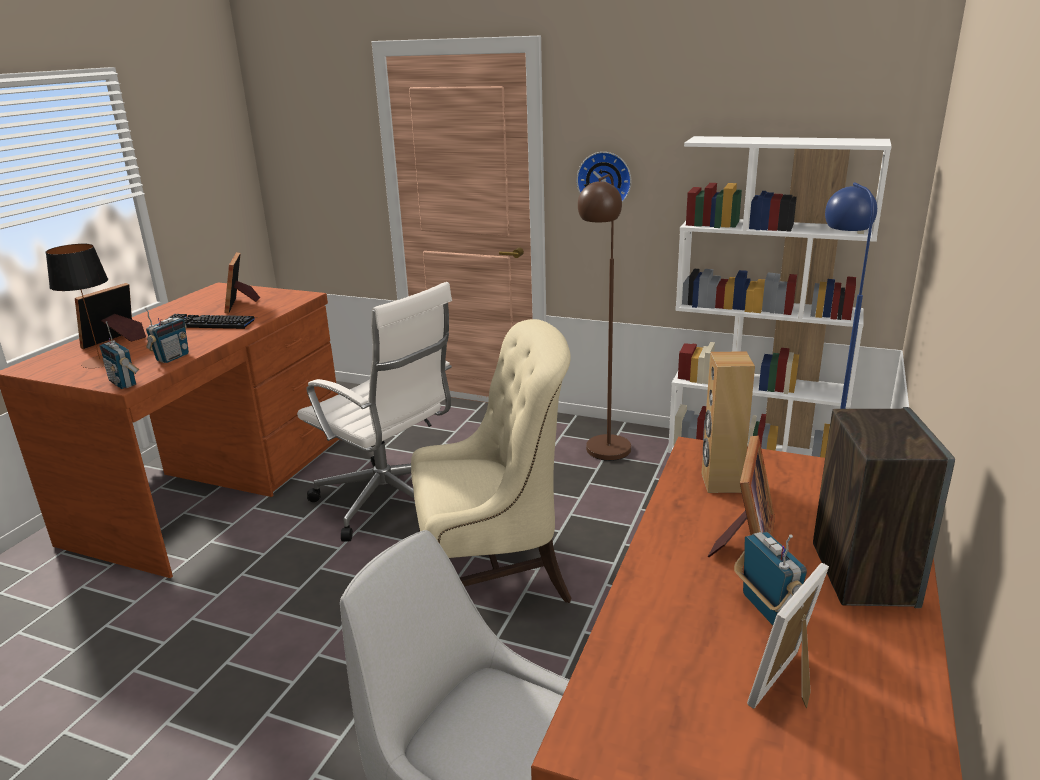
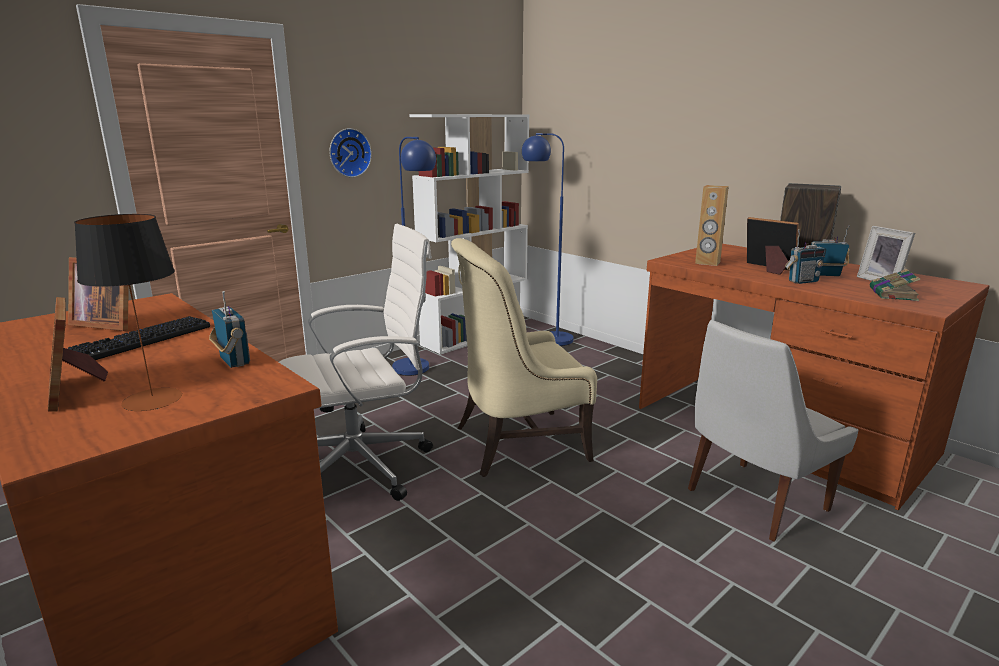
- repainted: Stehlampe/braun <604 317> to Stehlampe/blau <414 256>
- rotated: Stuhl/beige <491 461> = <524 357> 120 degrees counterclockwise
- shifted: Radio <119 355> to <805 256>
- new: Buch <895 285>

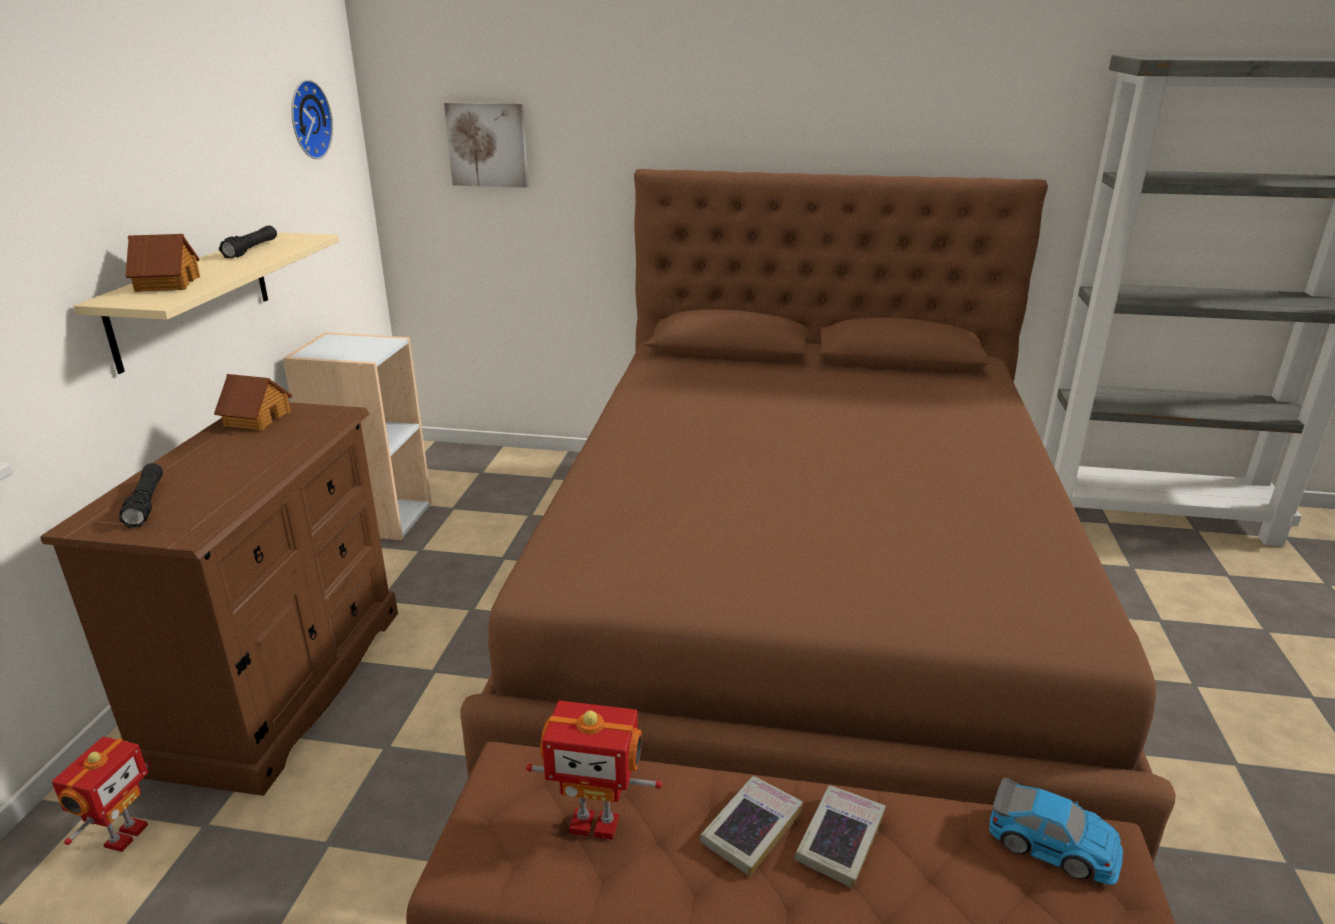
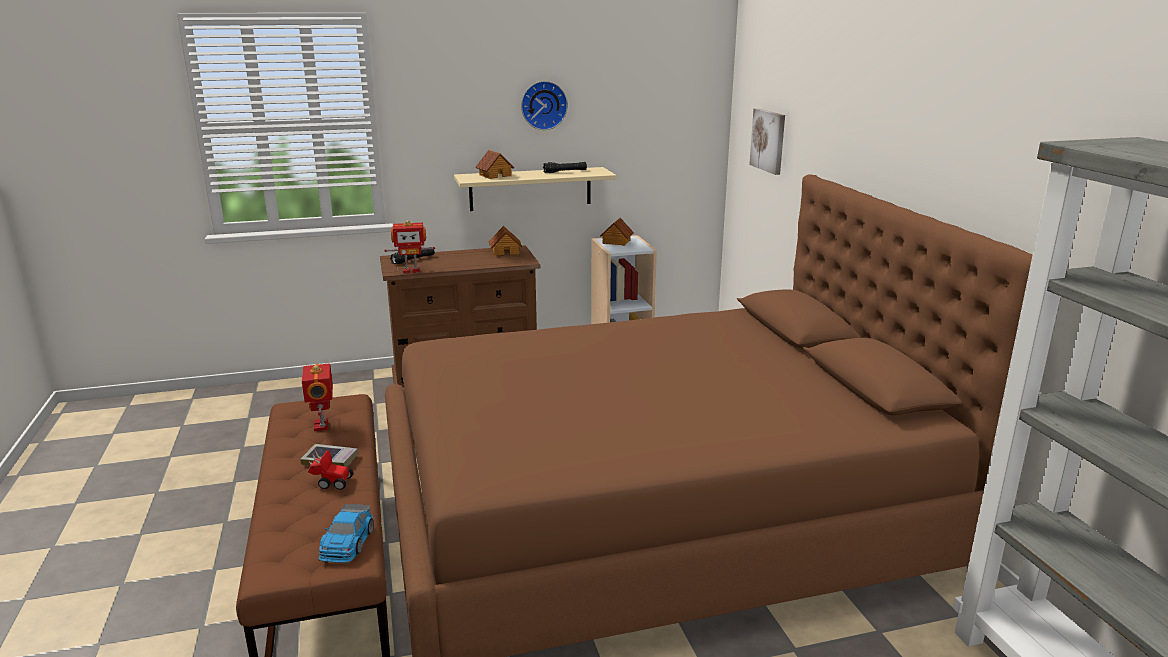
- shifted: Wanduhr <312 119> to <544 105>
- shifted: Spielzeugroboter <101 794> to <409 246>
- swapped: Buch <840 837> to Spielzeugauto <330 470>
- new: Spielzeughaus <617 231>

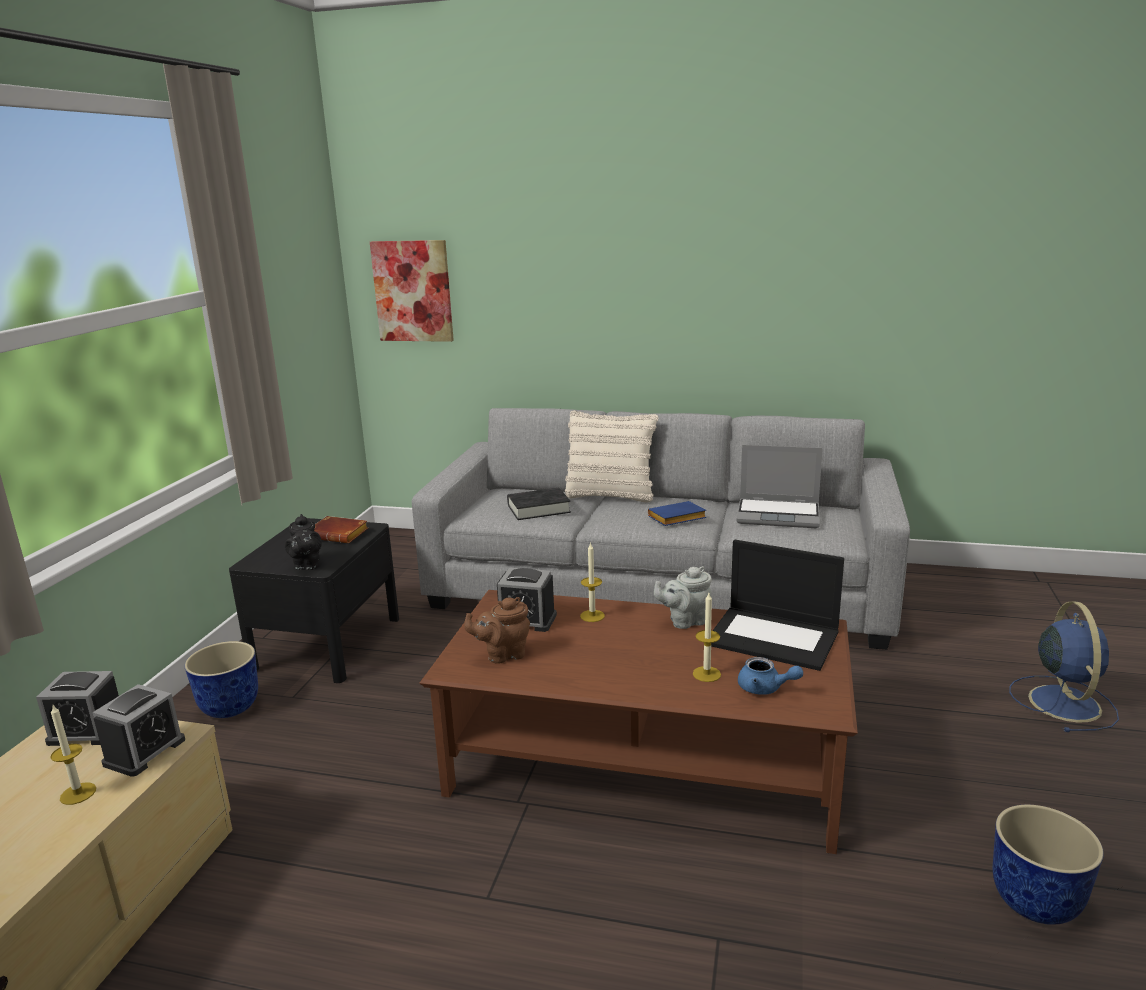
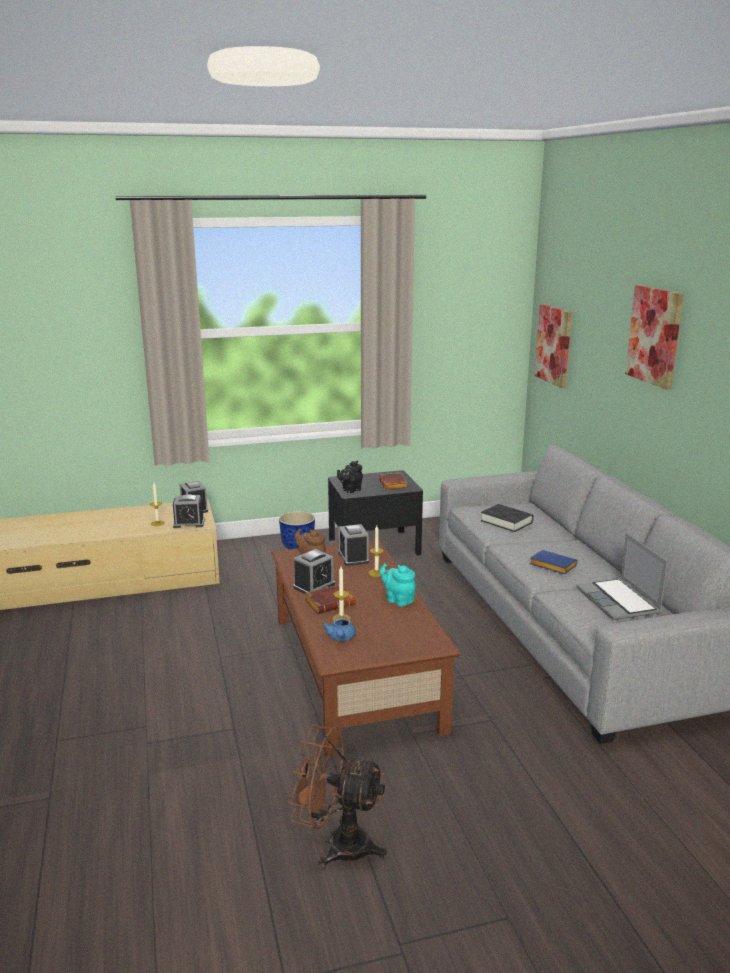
- gone: Kissen/beige <611 456>
- gone: Laptop <777 605>
- repainted: Teekanne/grau <683 597> to Teekanne/türkis <397 584>
- gone: Ventilator/blau <1064 666>
- swapped: Pflanzkübel <1048 865> to Ventilator/braun <337 797>
- new: Bild <654 337>
- new: Wecker <314 571>
- new: Buch/braun <330 599>

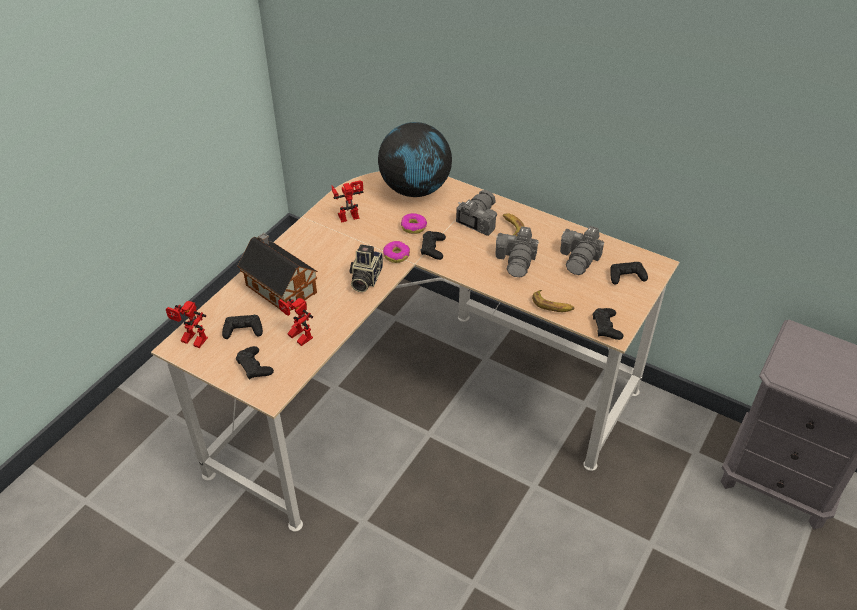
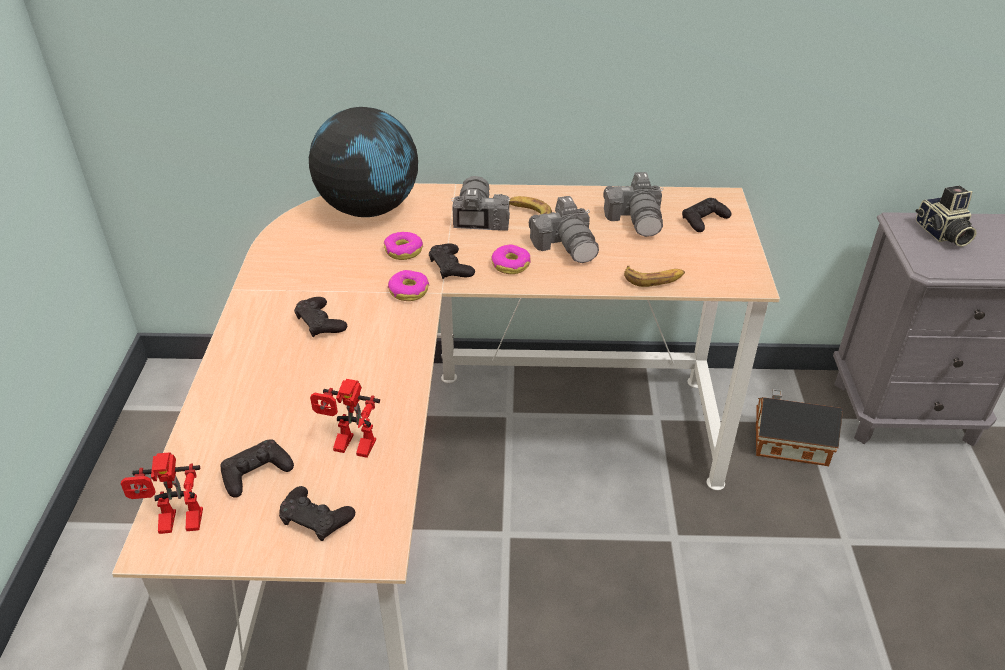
- gone: Spielzeugroboter <348 201>
- shifted: Spielzeughaus <278 272> to <799 427>
- shifted: Kamera <366 268> to <946 216>
- shifted: Gamepad/schwarz <608 324> to <320 317>
- new: Donut <511 259>

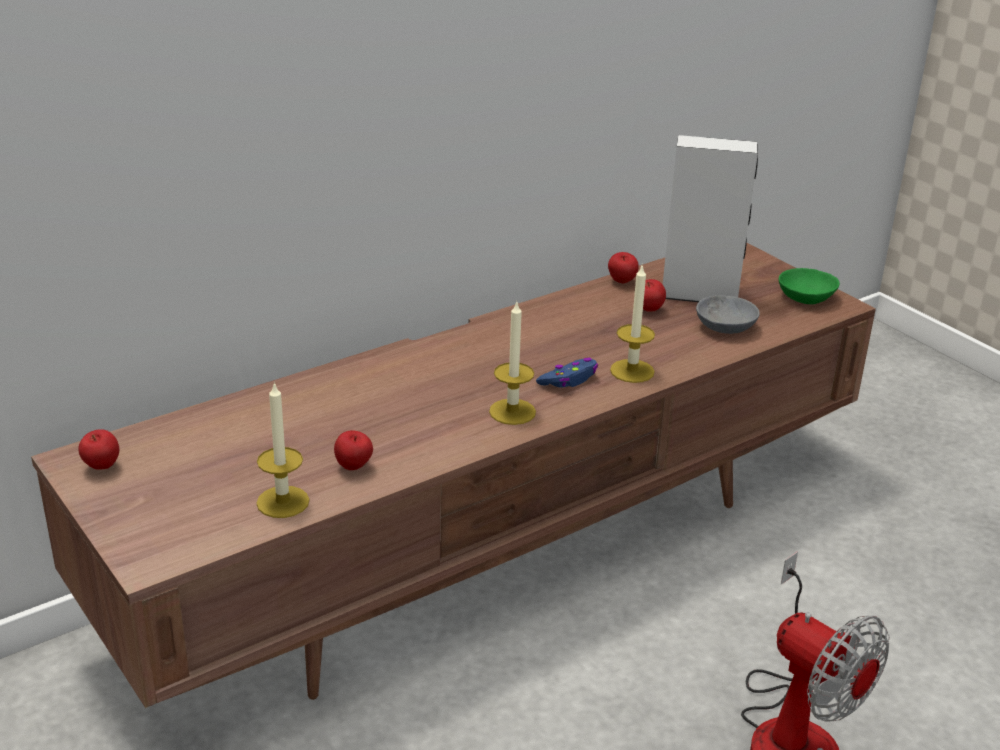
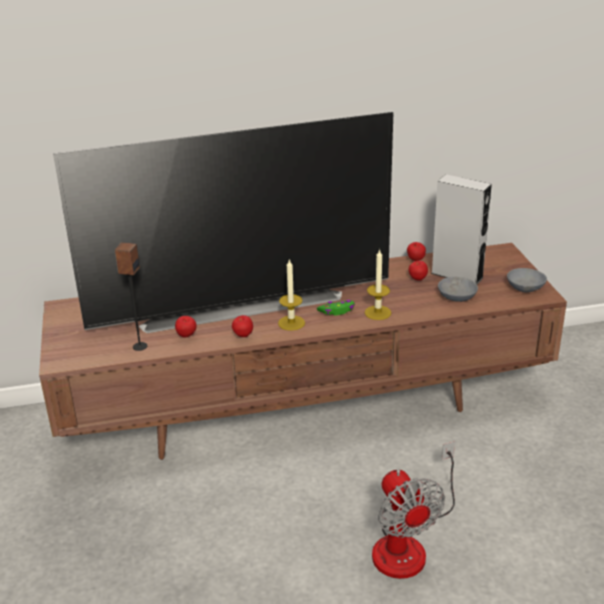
- repainted: Schüssel/grün <809 286> to Schüssel/grau <527 280>
- repainted: Gamepad/blau <567 373> to Gamepad/grün <336 308>
- swapped: Kerze <283 450> to Lautsprecher <130 296>
- shifted: Apfel <98 449> to <242 326>
- new: Fernseher <223 222>

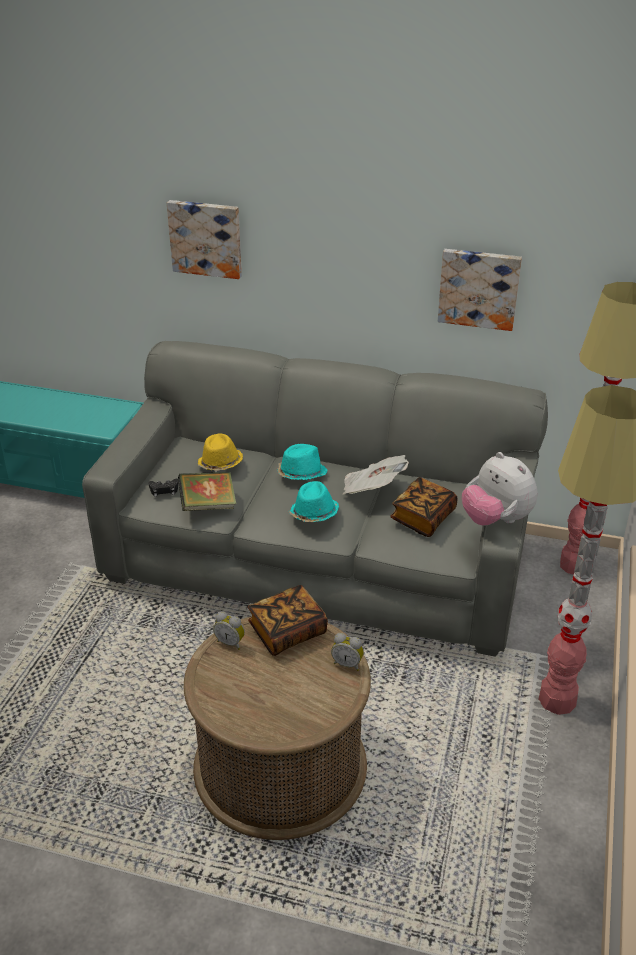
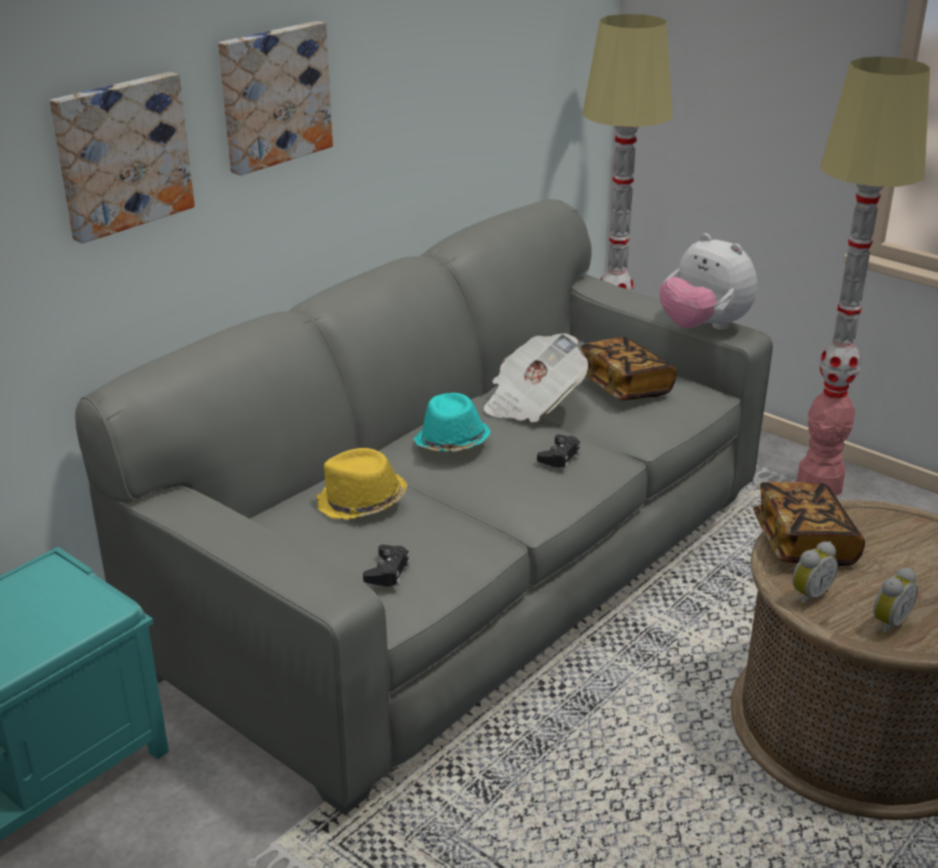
- shifted: Bild <480 290> to <275 98>
- rotated: Plüschtier <499 489> = <708 281> 60 degrees clockwise
- gone: Buch <207 491>
- swapped: Hut/türkis <314 501> to Gamepad/schwarz <558 451>
- shifted: Wecker <347 652> to <895 601>

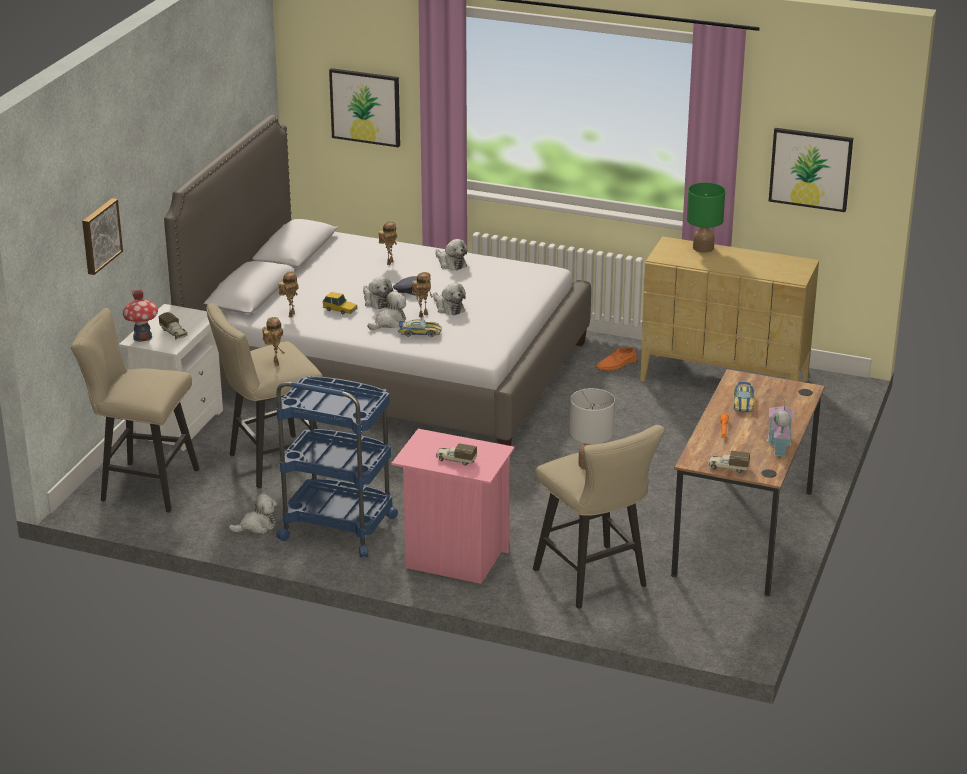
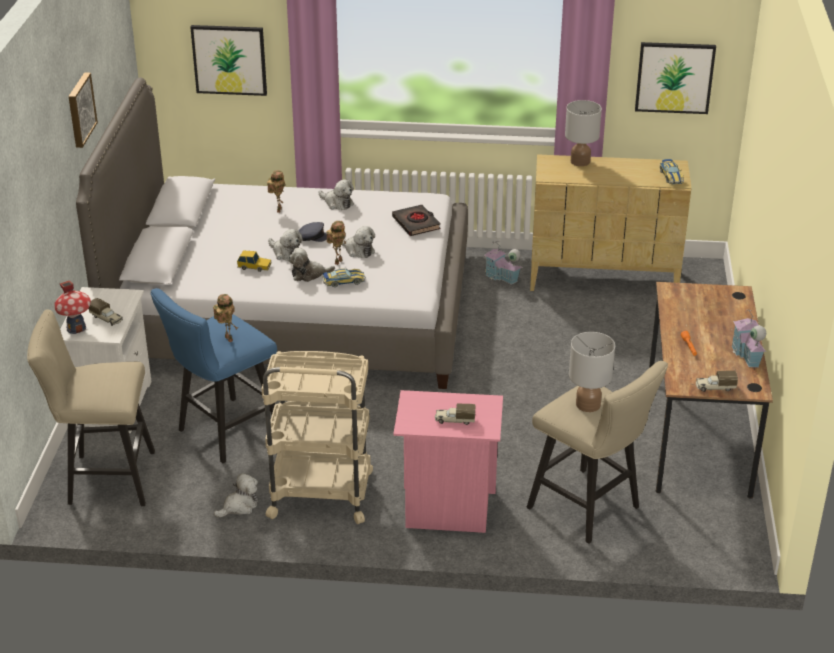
- repainted: Tischlampe/grün <706 217> to Tischlampe/grau <583 133>
- shifted: Bild <102 236> to <83 110>
- gone: Spielzeugroboter <288 294>
- rotated: Plüschtier <387 310> = <311 264> 135 degrees counterclockwise
- repainted: Hocker/beige <264 395> to Hocker/blau <213 375>
- swapped: Schuh/orange <616 359> to Spielzeughaus <503 263>
- repainted: Rollwagen/blau <337 466> to Rollwagen/beige <317 437>
- shifted: Spielzeugauto <744 397> to <672 171>
- new: Buch/schwarz <416 220>

